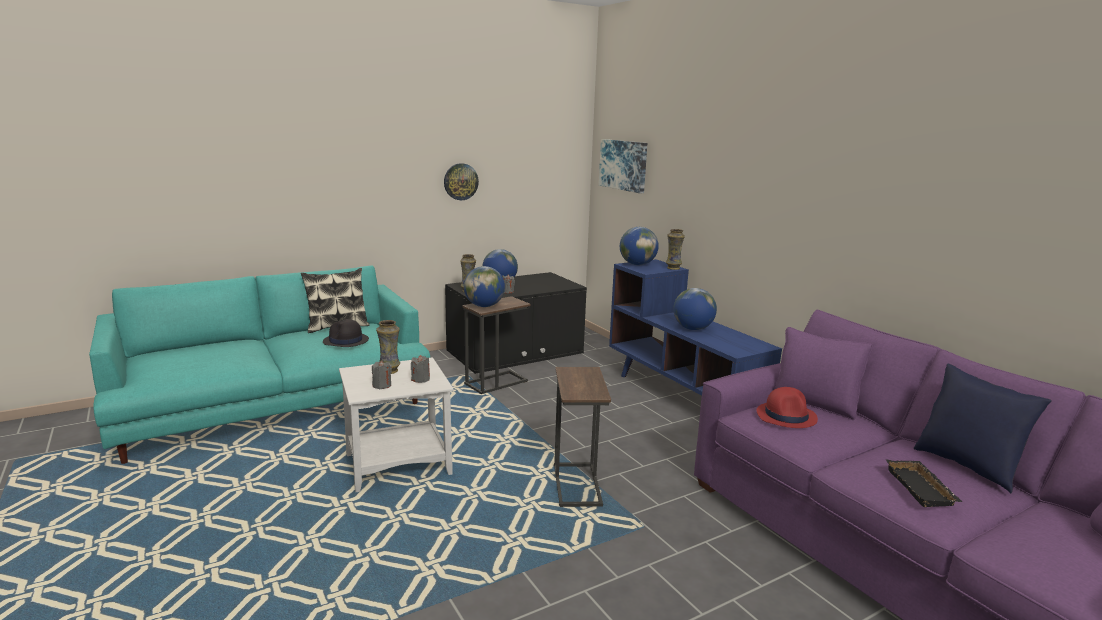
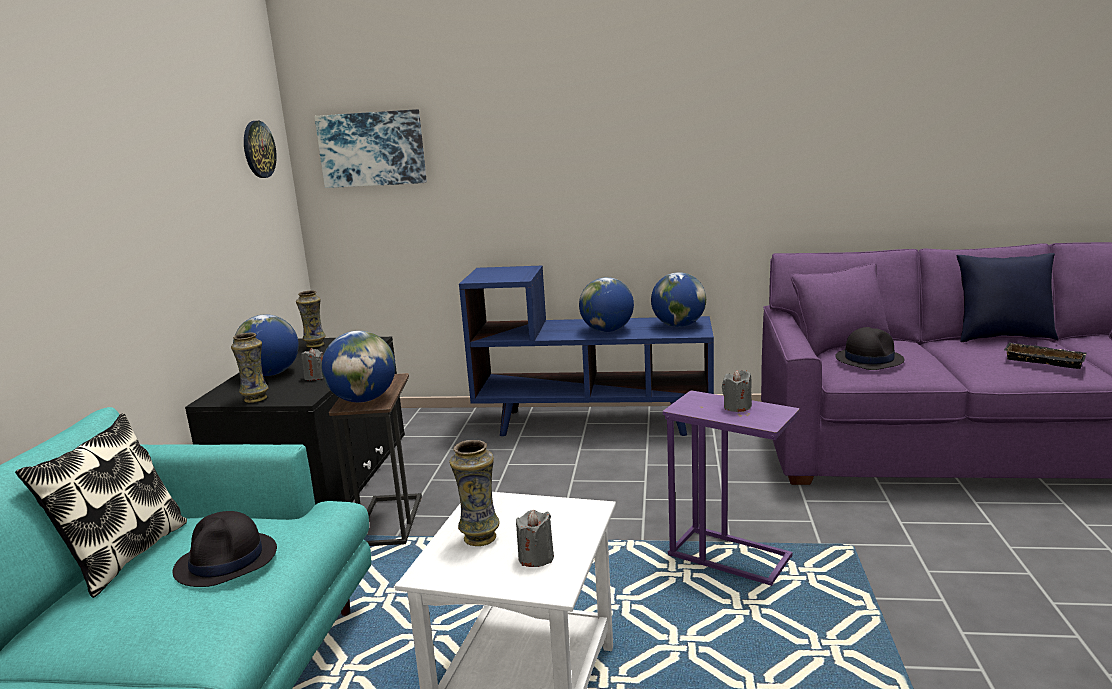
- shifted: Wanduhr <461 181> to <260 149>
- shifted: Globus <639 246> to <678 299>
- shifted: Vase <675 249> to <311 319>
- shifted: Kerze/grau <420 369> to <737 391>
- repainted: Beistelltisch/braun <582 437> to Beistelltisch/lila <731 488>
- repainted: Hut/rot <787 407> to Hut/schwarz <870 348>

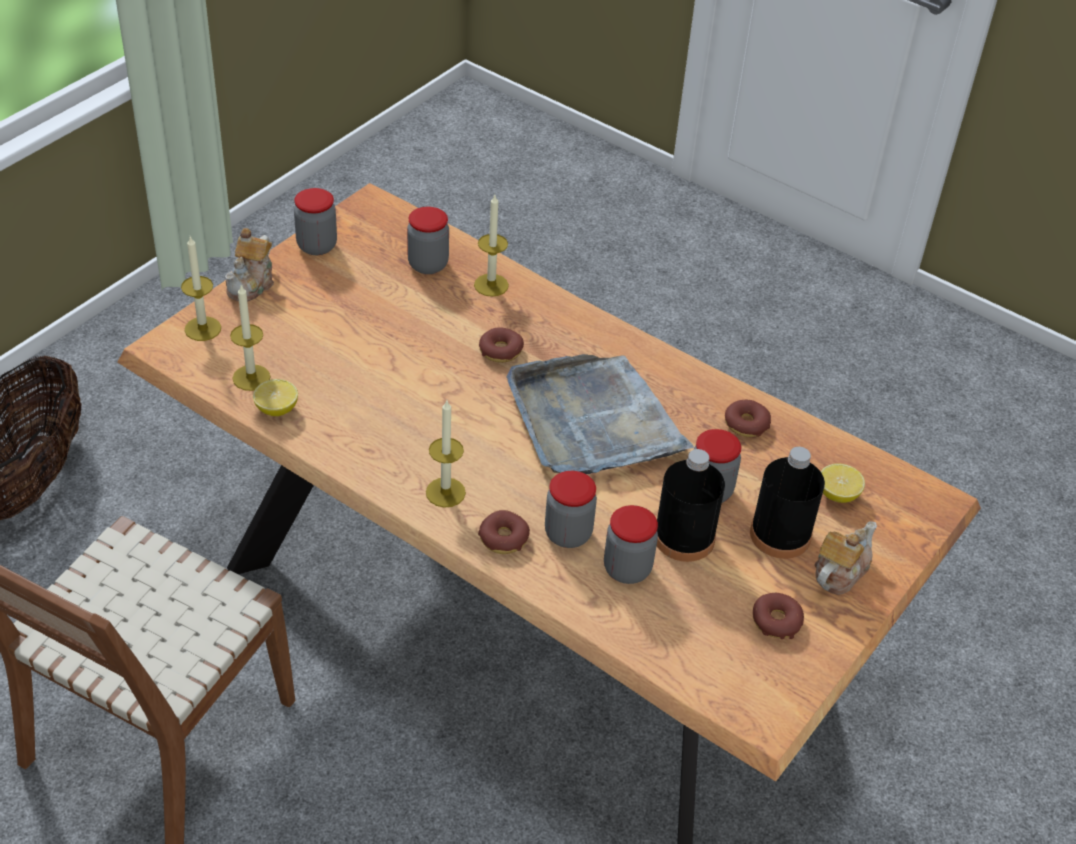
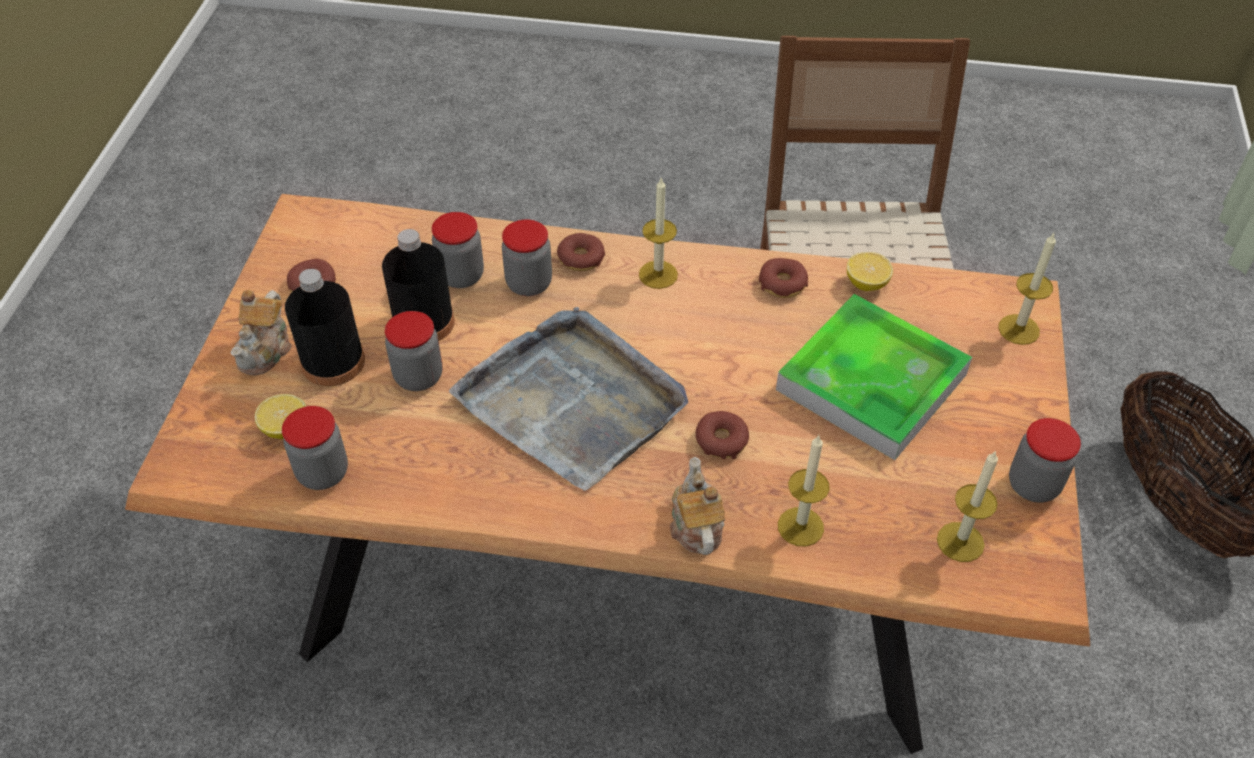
- shifted: Vorratsglas <428 240> to <315 448>
- shifted: Teekanne <249 265> to <697 506>
- shifted: Kerze <250 338> to <967 506>
- shifted: Donut <748 418> to <783 278>
- new: Tablett <874 377>

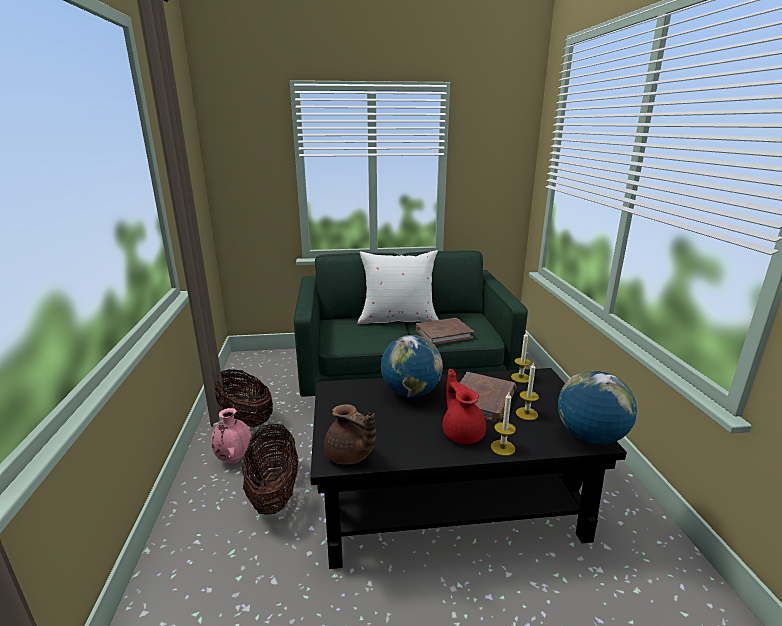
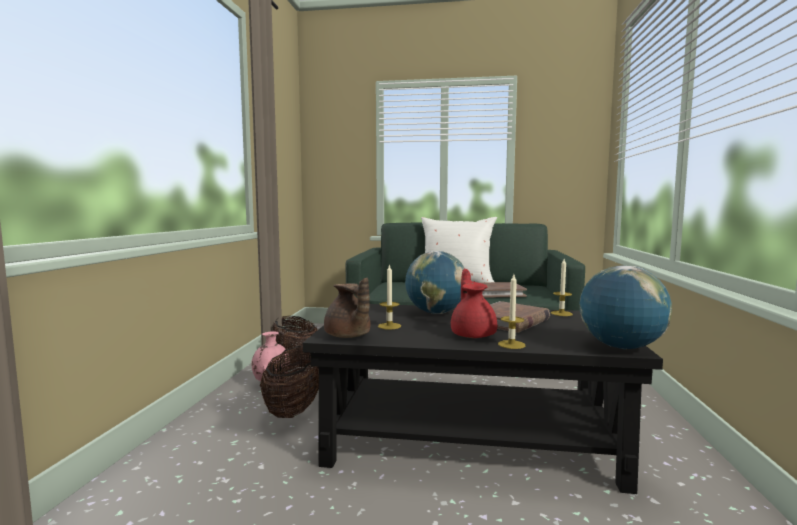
- shifted: Kerze <527 391> to <389 297>

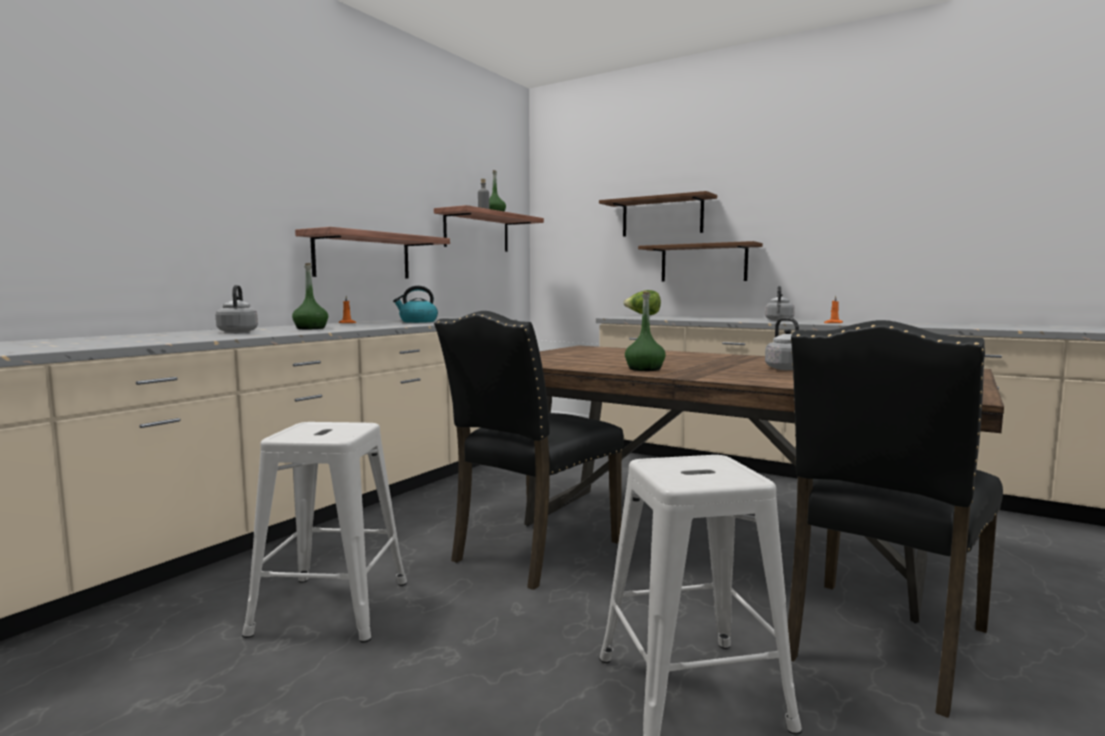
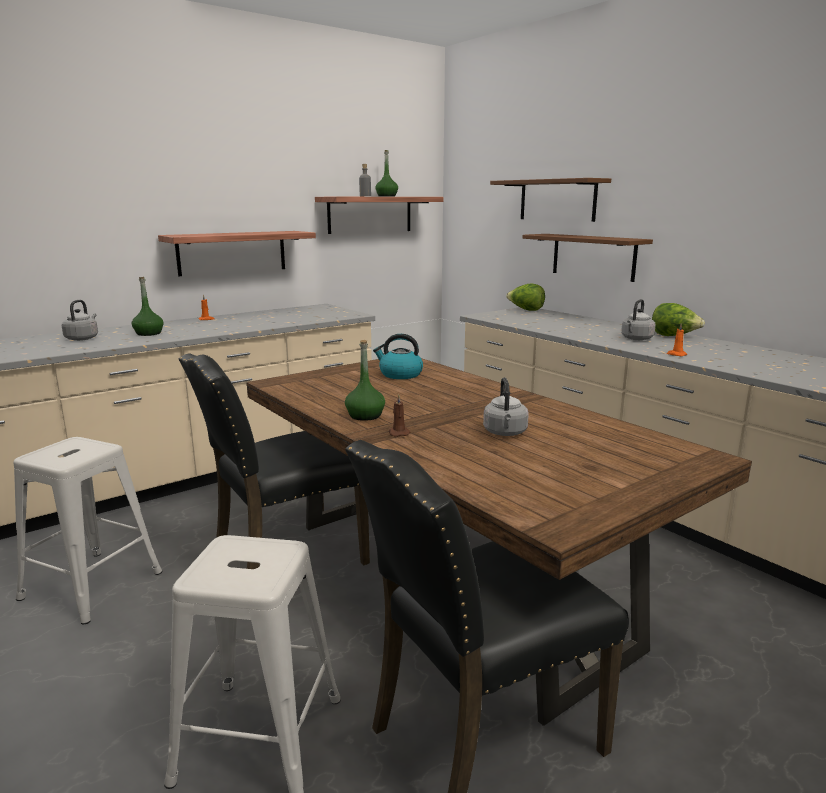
- shifted: Wasserkessel <415 304> to <398 356>
- new: Salatkopf <678 319>
- new: Kerze/braun <399 415>

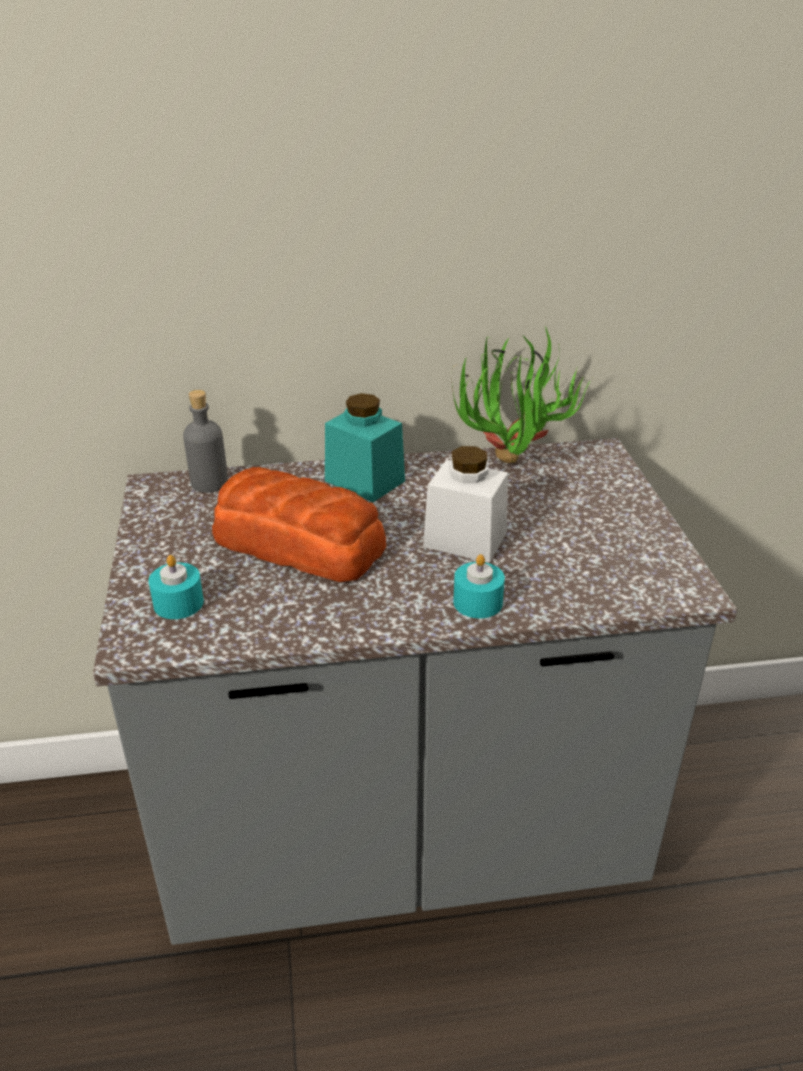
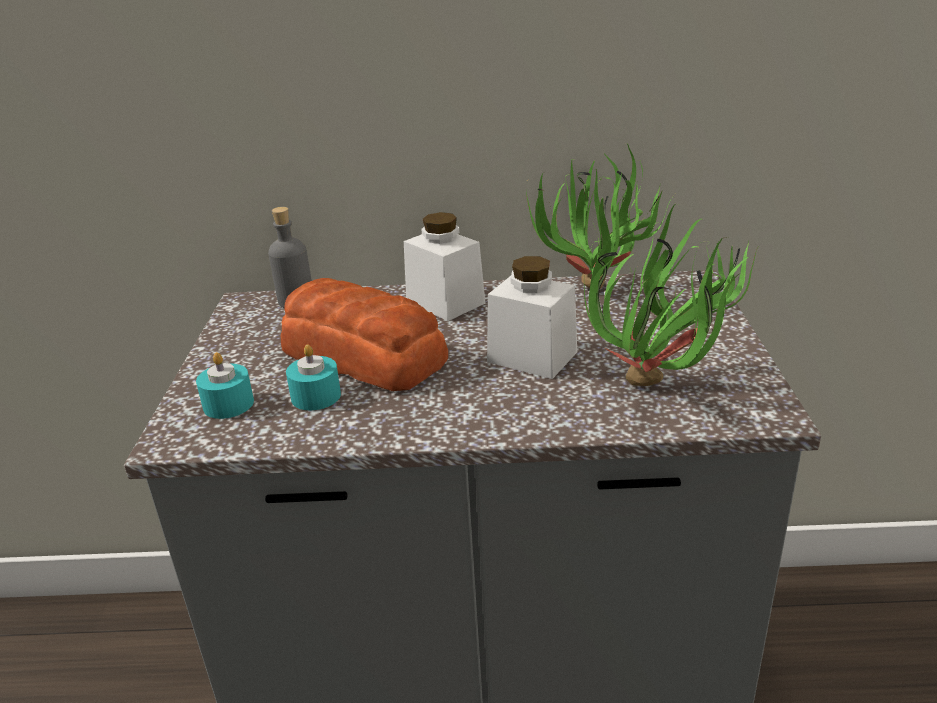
- repainted: Vorratsglas/türkis <365 447> to Vorratsglas/weiß <444 266>
- shifted: Kerze/türkis <479 586> to <313 377>
- new: Topfpflanze <671 295>

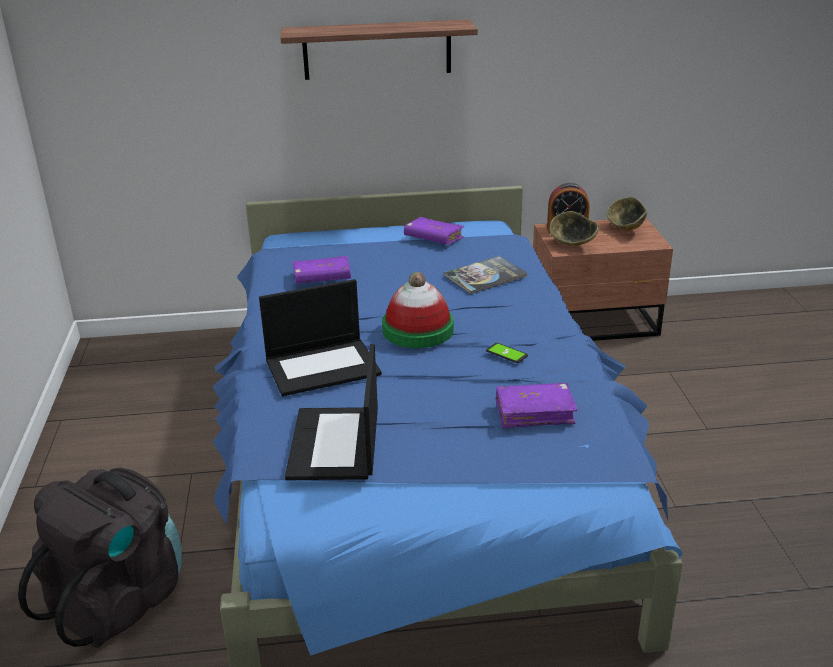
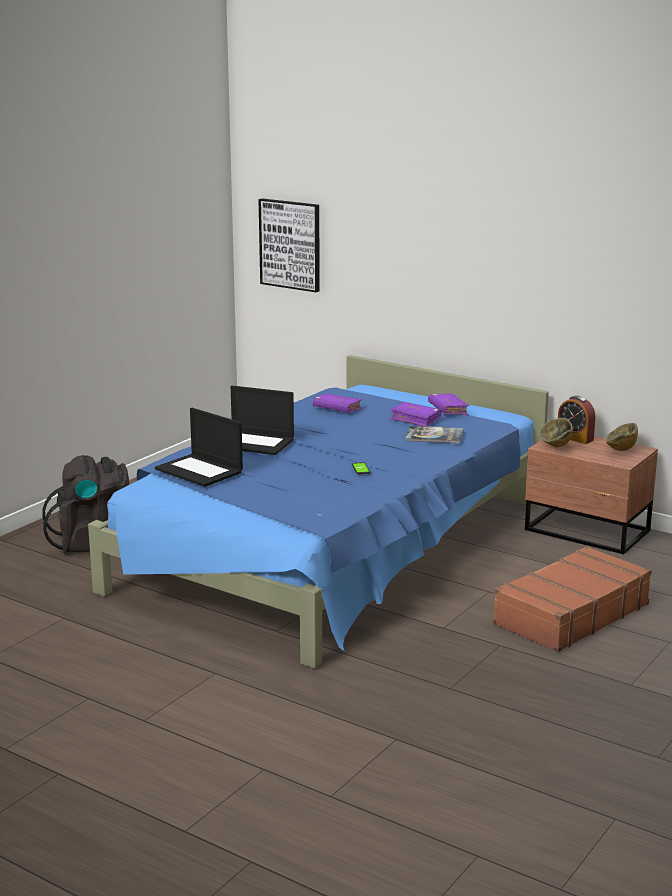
- gone: Wandregal <379 49>
- gone: Hut <418 310>
- rotated: Laptop <331 412> = <199 447> 90 degrees counterclockwise
- shifted: Buch/lila <536 405> to <415 414>
- new: Bild <289 245>
- new: Koffer/braun <572 599>

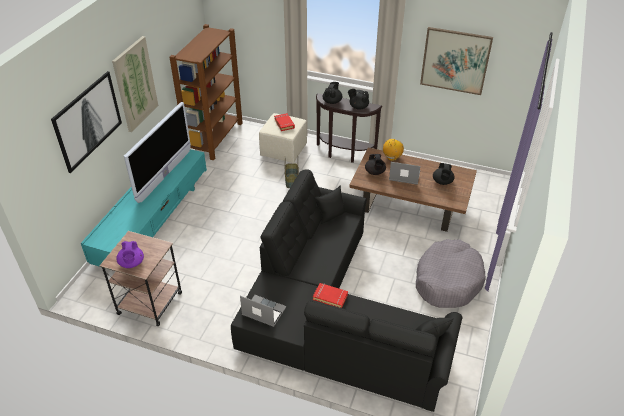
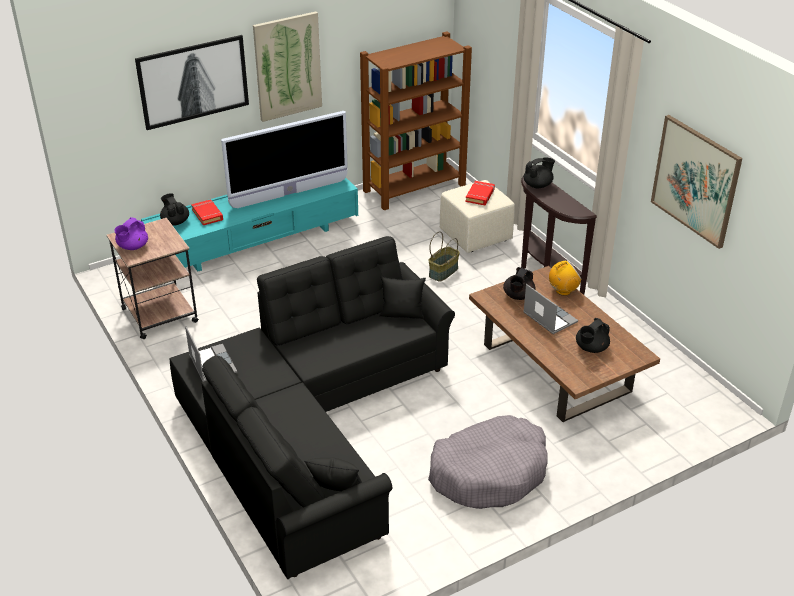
- shifted: Teekanne/schwarz <358 99> to <174 209>
- shifted: Buch/rot <330 295> to <207 212>

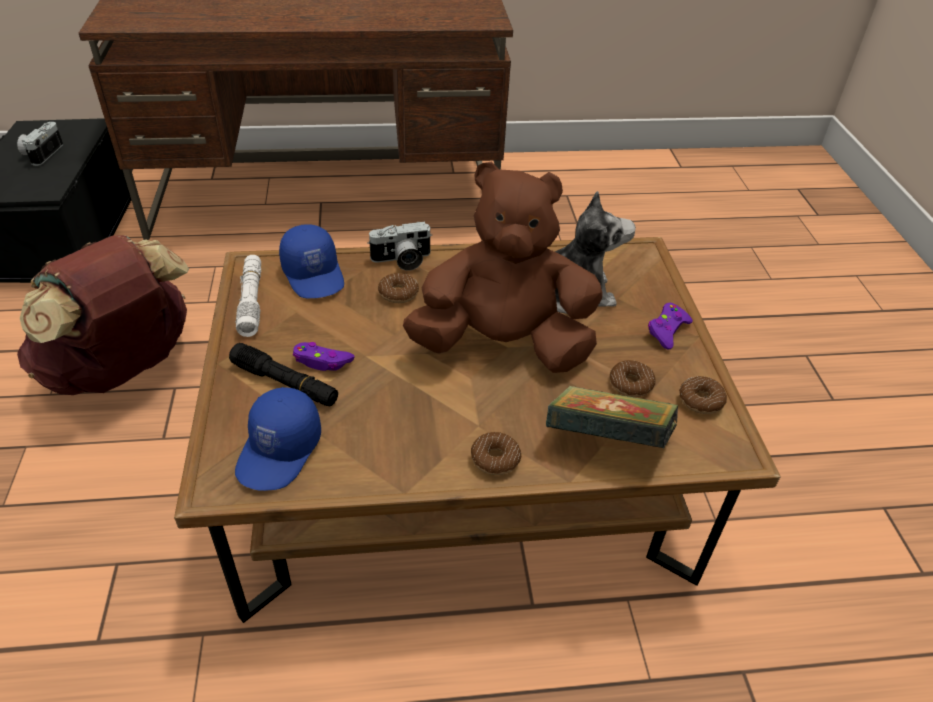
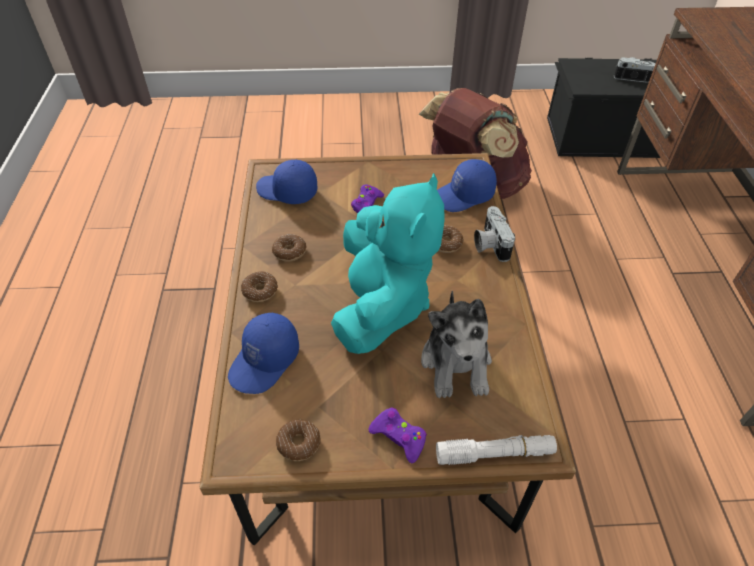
- repainted: Plüschtier/braun <503 267> to Plüschtier/türkis <387 263>
- shifted: Taschenlampe/weiß <248 296> to <496 450>
- gone: Taschenlampe/schwarz <283 374>
- shifted: Donut <632 378> to <289 248>
- swapped: Buch <612 417> to Kappe/blau <263 353>

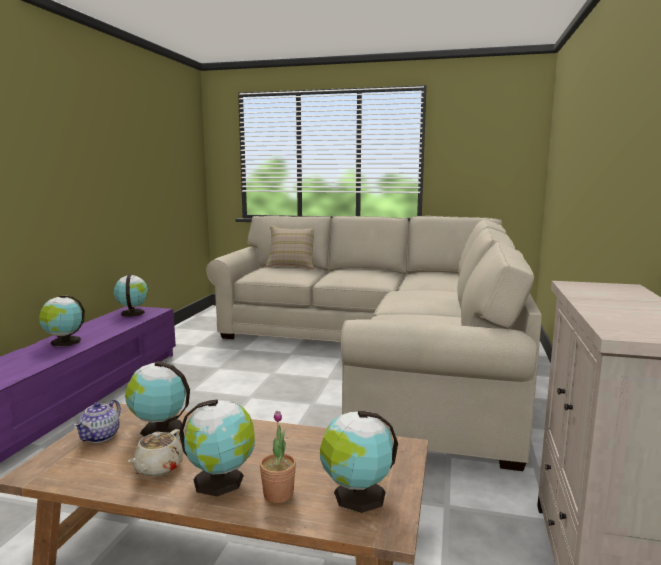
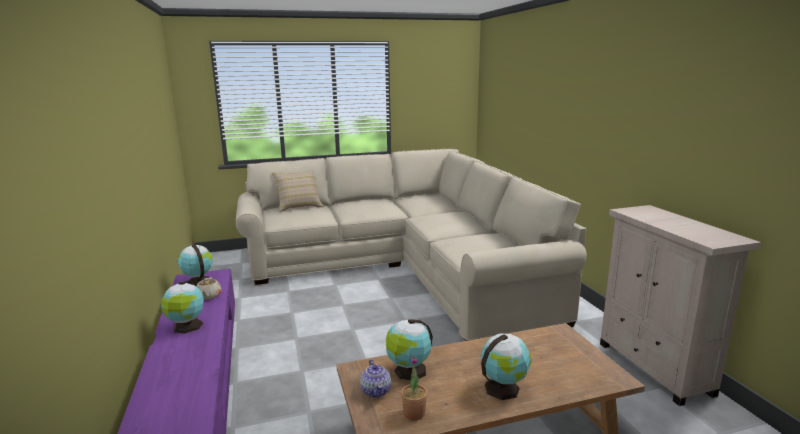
- shifted: Topfpflanze <278 457> to <414 388>
- gone: Globus <359 462>
- shifted: Teekanne/beige <155 453> to <208 288>

